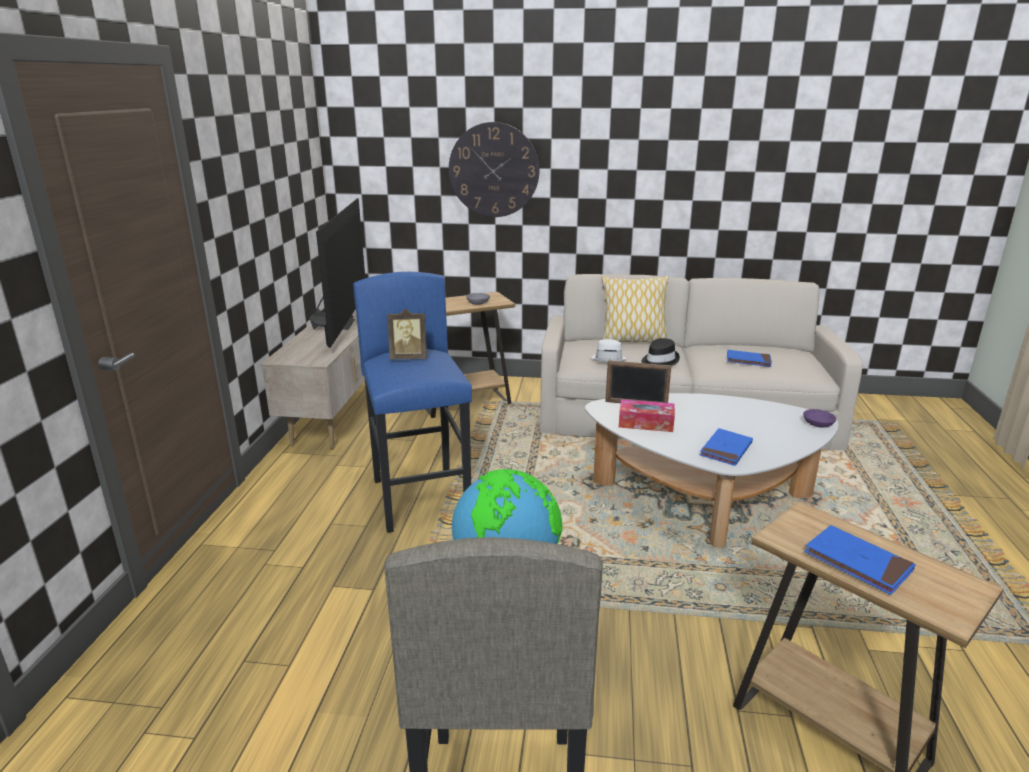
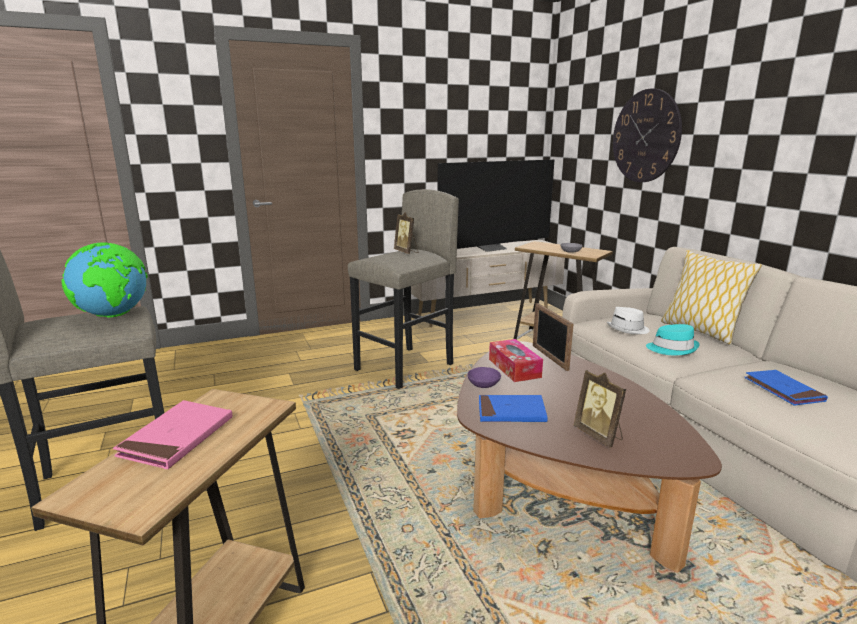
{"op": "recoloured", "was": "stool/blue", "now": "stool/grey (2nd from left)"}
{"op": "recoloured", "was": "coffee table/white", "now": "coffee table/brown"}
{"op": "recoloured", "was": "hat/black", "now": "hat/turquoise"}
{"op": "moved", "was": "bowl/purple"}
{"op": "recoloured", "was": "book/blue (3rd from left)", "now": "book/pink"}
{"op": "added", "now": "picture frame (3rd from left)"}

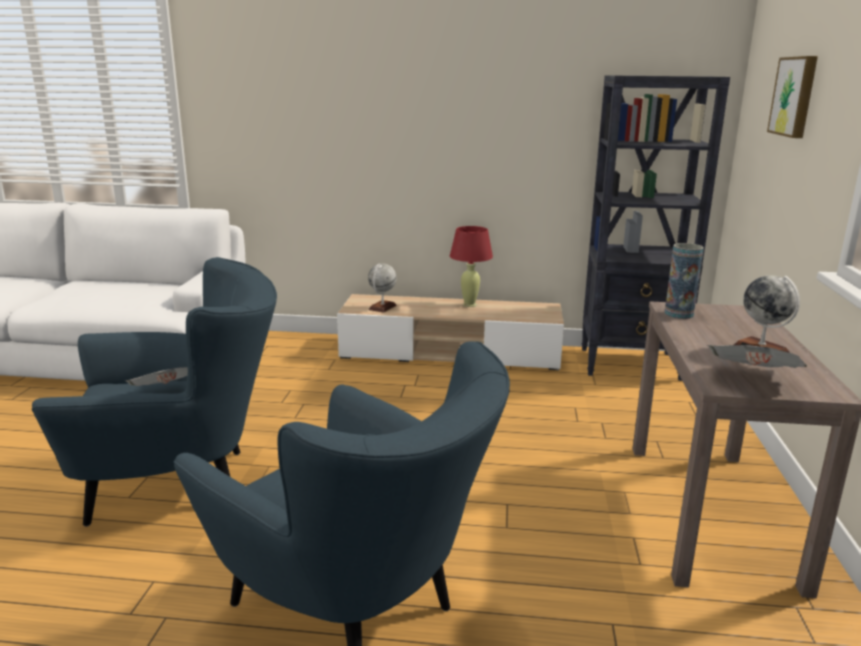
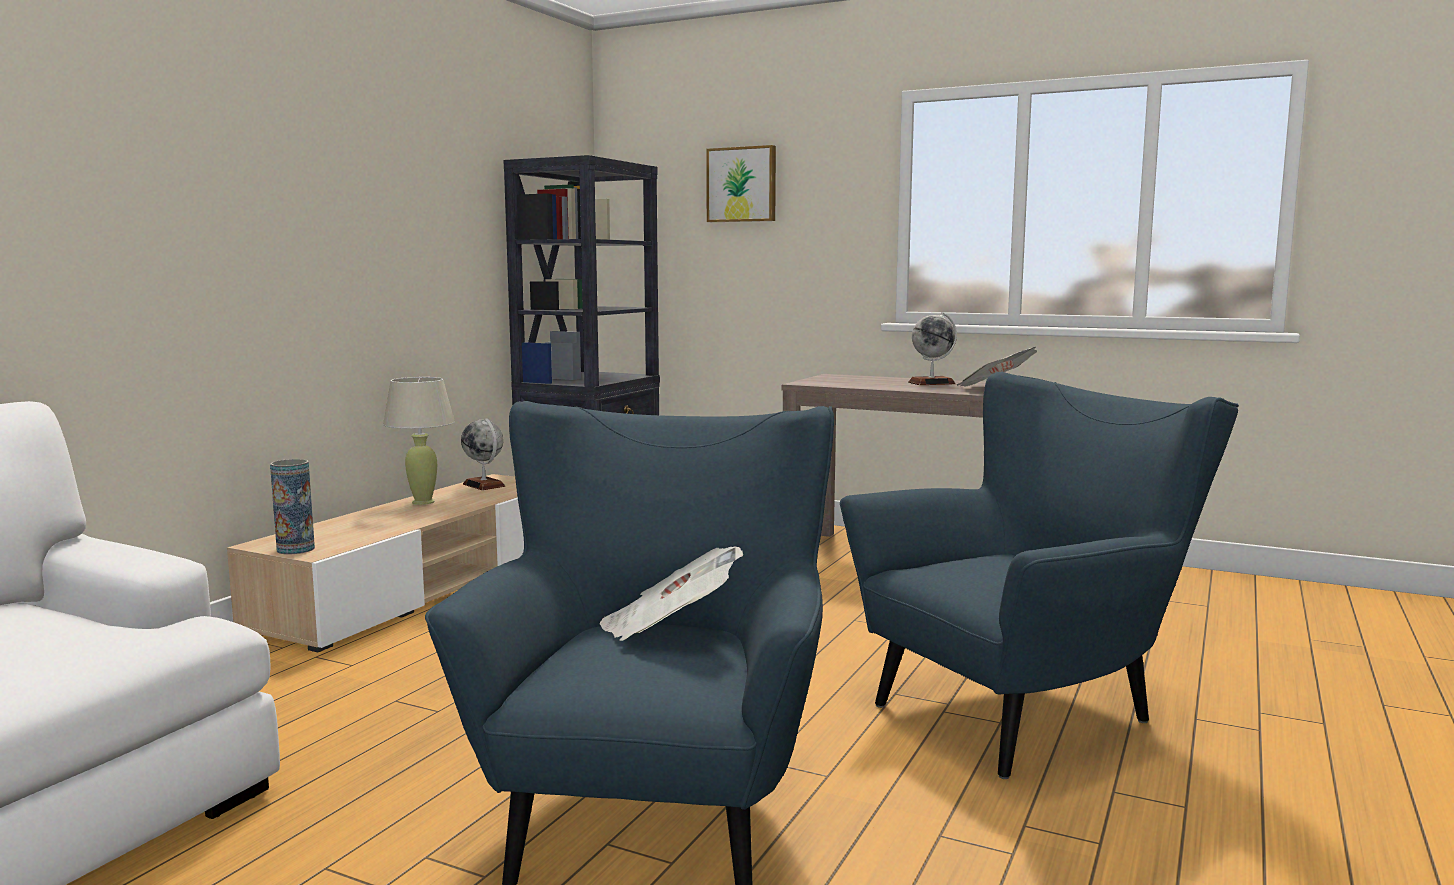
{"op": "moved", "was": "globe (1st from left)"}
{"op": "recoloured", "was": "table lamp/red", "now": "table lamp/beige"}
{"op": "moved", "was": "vase"}

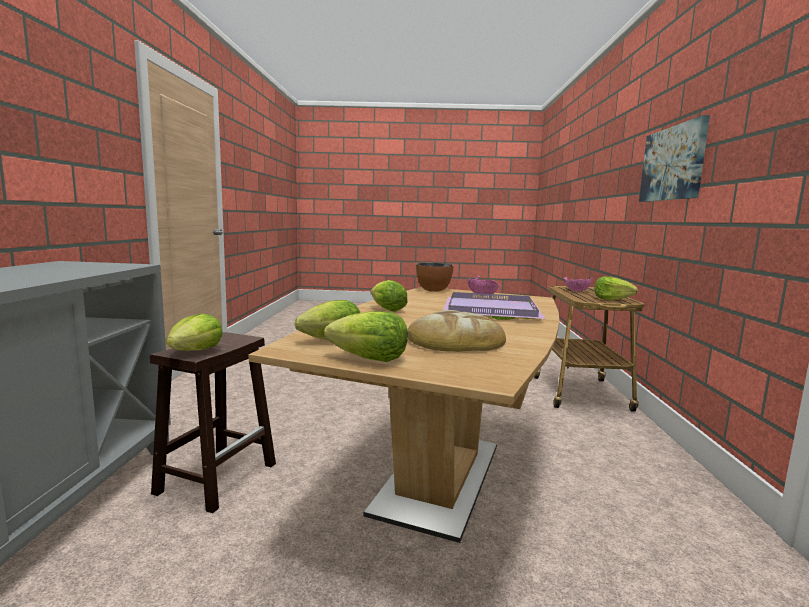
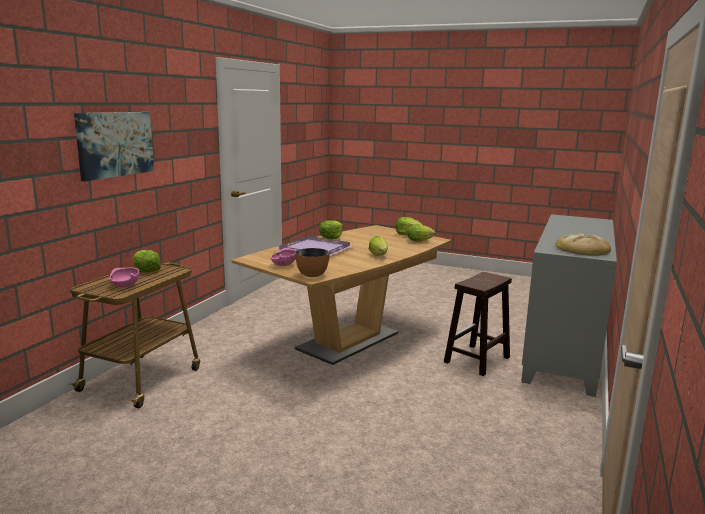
{"op": "moved", "was": "lettuce (1st from left in the first image)", "now": "lettuce (2nd from left)"}
{"op": "moved", "was": "bread"}

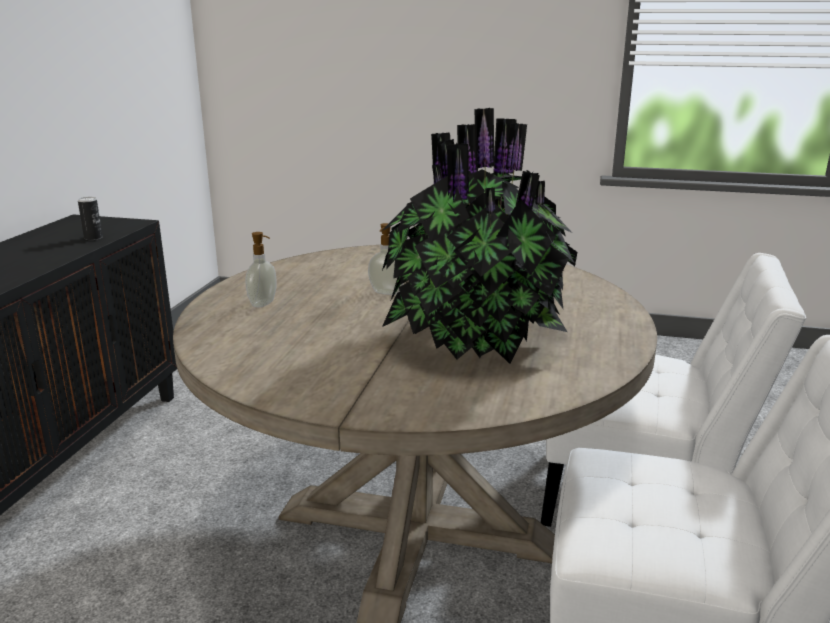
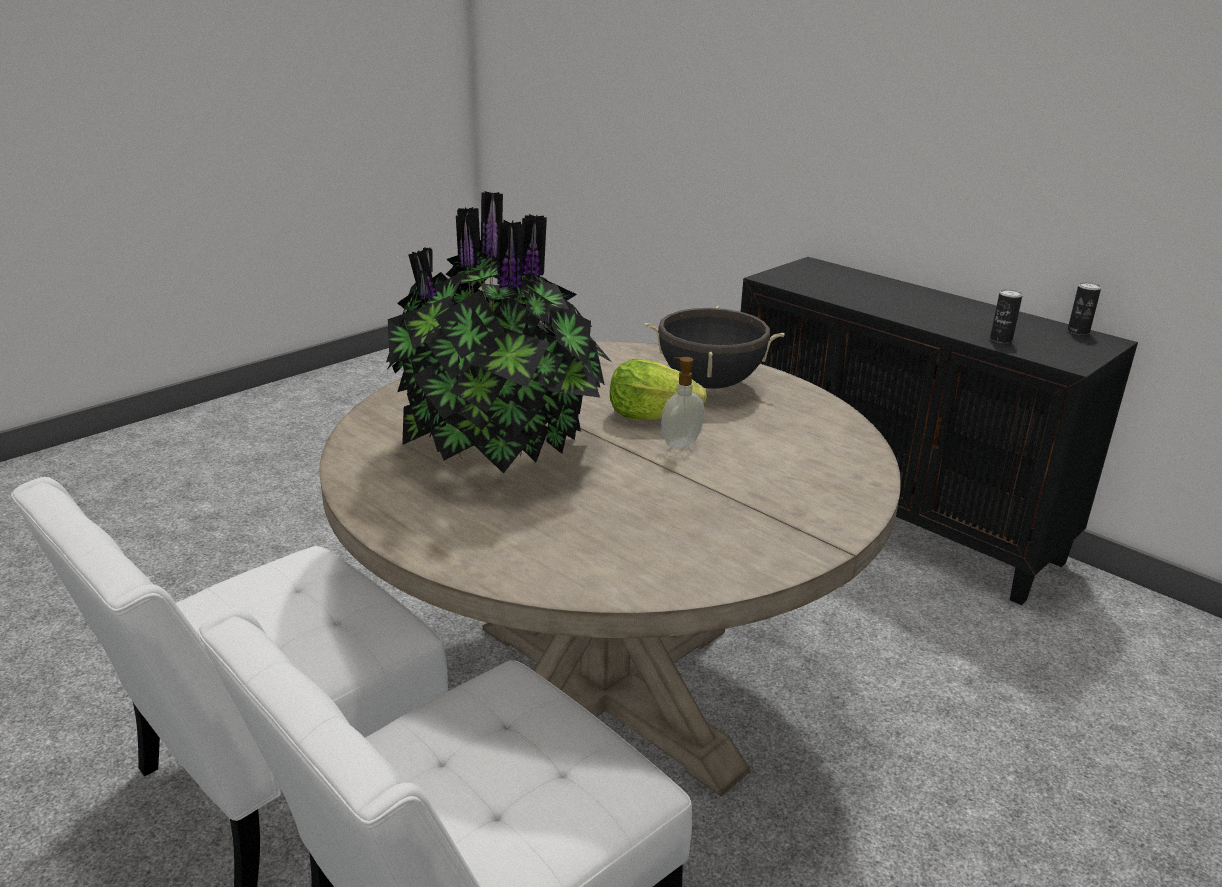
{"op": "replaced", "was": "soap dispenser (1st from left)", "now": "cooking pot/black"}
{"op": "added", "now": "lettuce"}
{"op": "added", "now": "can (2nd from left)"}

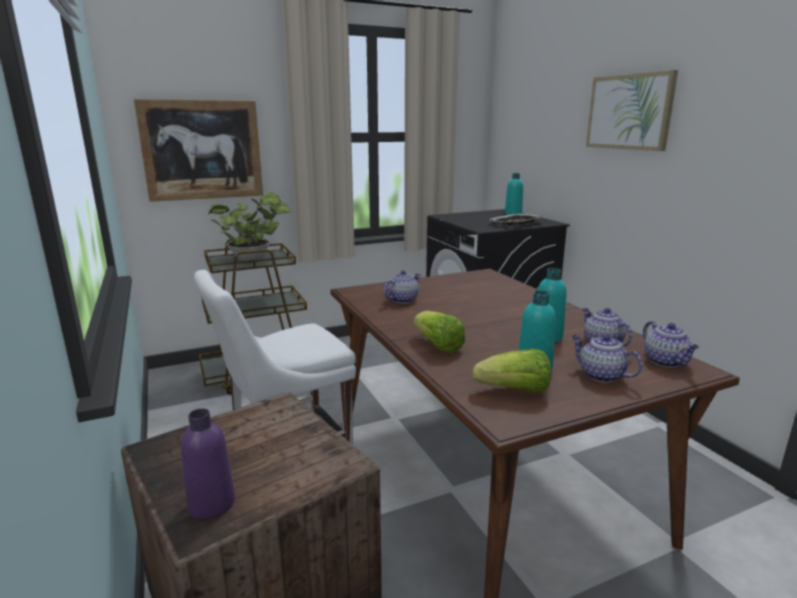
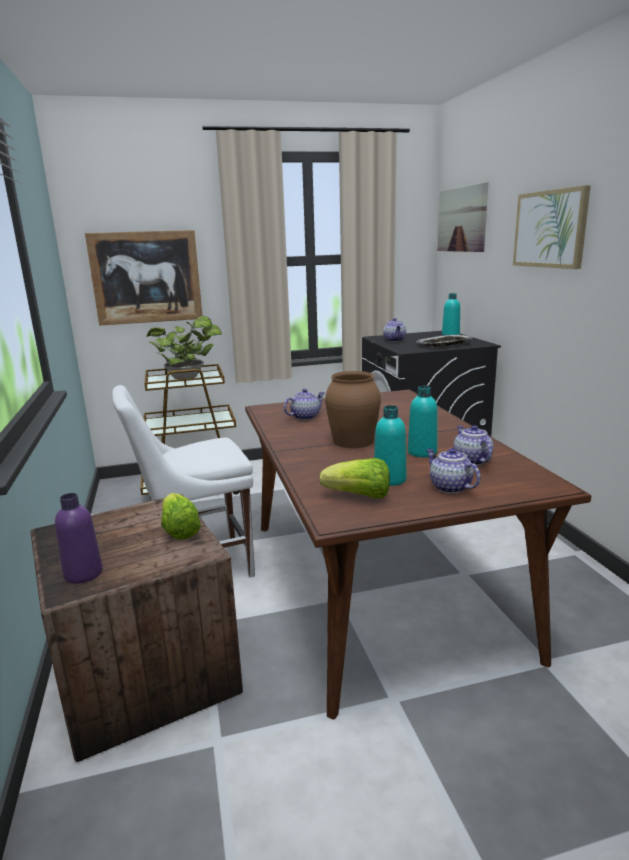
{"op": "moved", "was": "lettuce (1st from left)"}
{"op": "moved", "was": "teapot (4th from left in the first image)", "now": "teapot (2nd from left)"}
{"op": "added", "now": "vase/brown"}
{"op": "added", "now": "picture (2nd from left)"}

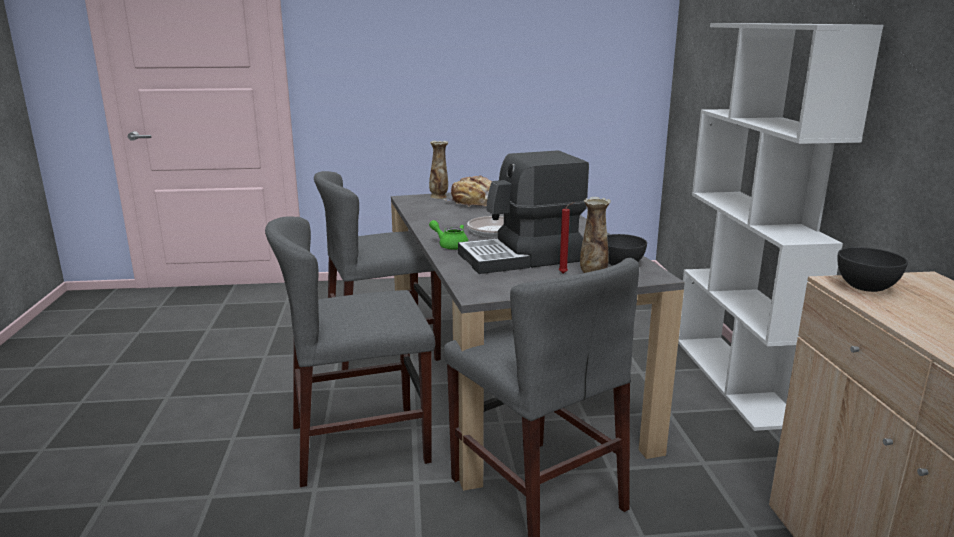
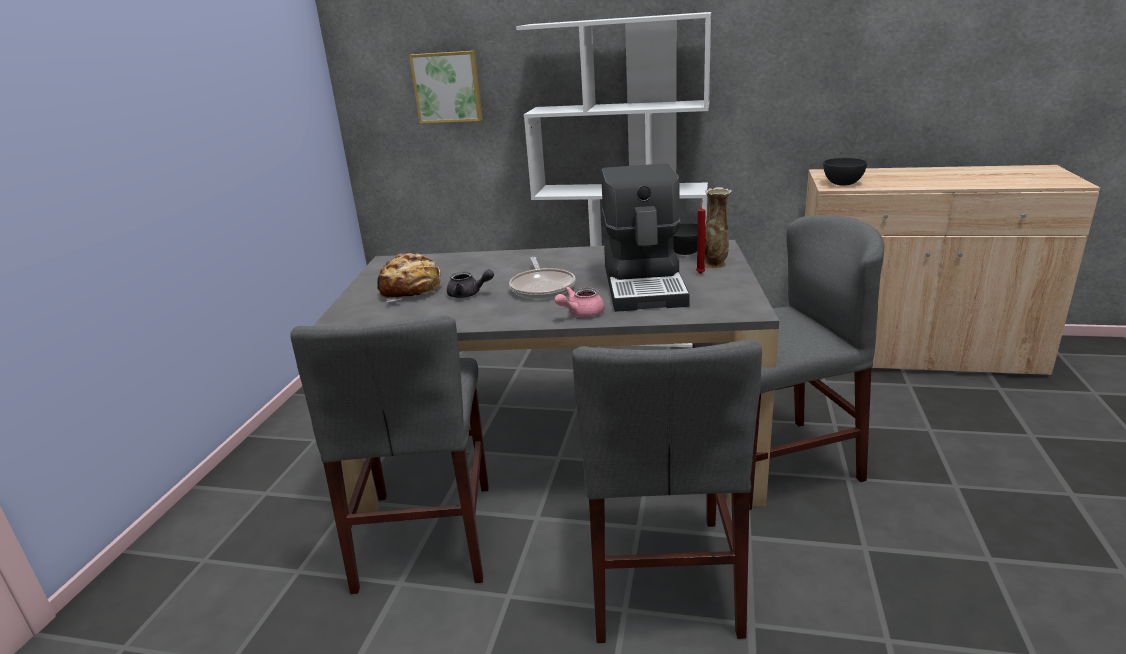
{"op": "removed", "was": "vase (1st from left)"}
{"op": "recoloured", "was": "teapot/green", "now": "teapot/pink"}
{"op": "added", "now": "picture"}
{"op": "added", "now": "teapot/grey"}

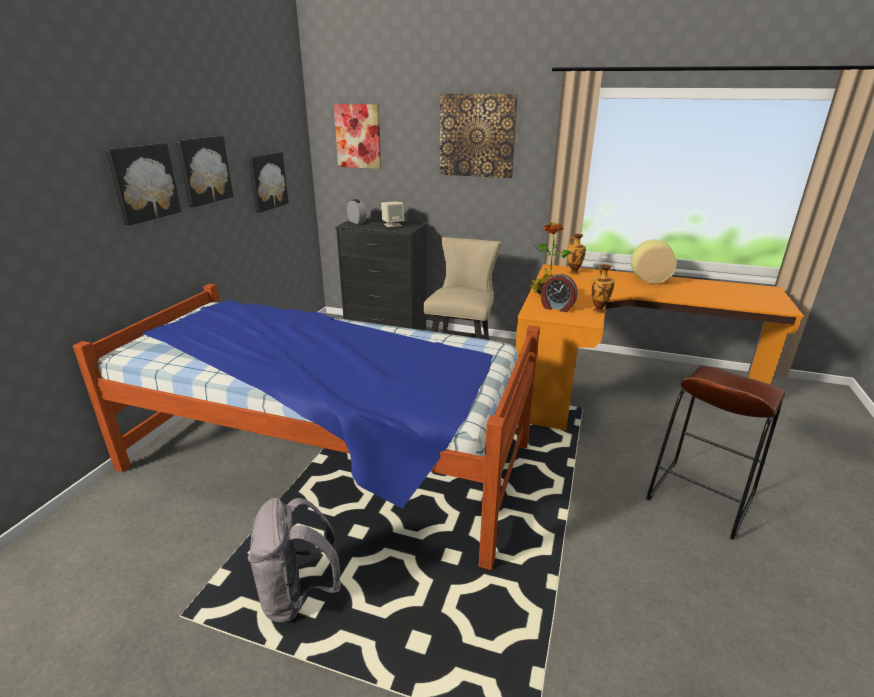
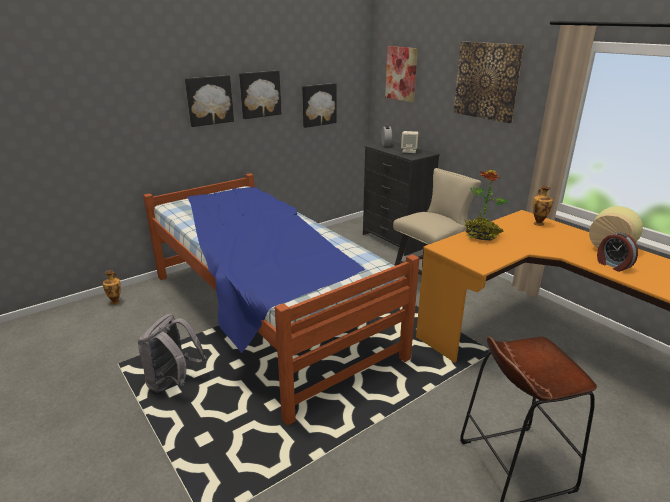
{"op": "moved", "was": "alarm clock (2nd from left)"}
{"op": "moved", "was": "vase (2nd from left in the first image)", "now": "vase (1st from left)"}

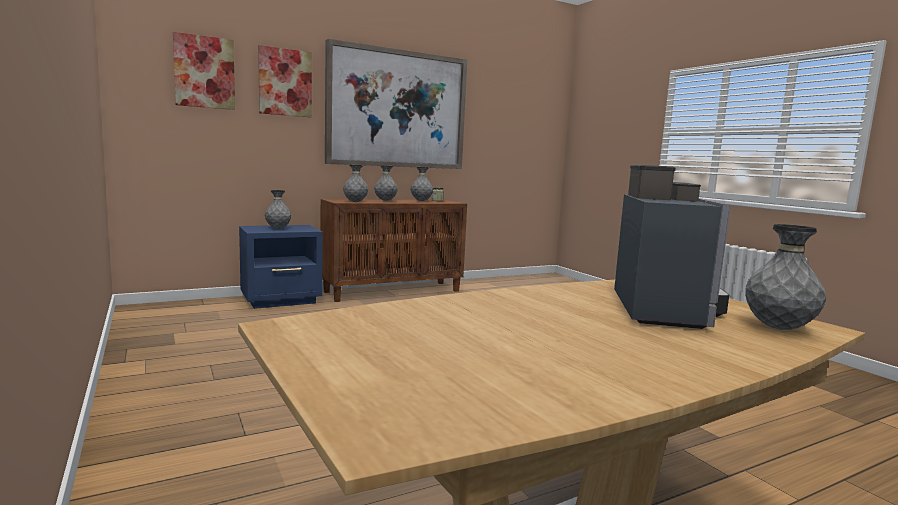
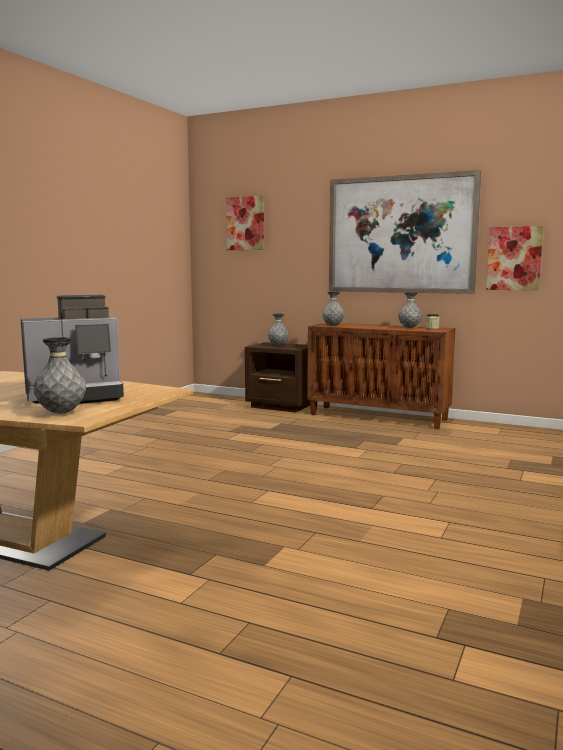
{"op": "recoloured", "was": "nightstand/blue", "now": "nightstand/brown"}
{"op": "moved", "was": "picture (2nd from left in the first image)", "now": "picture (3rd from left)"}
{"op": "removed", "was": "vase/grey (3rd from left)"}

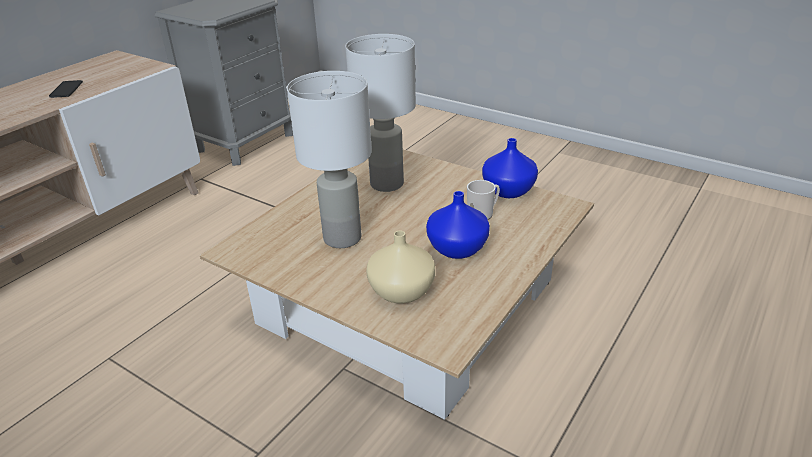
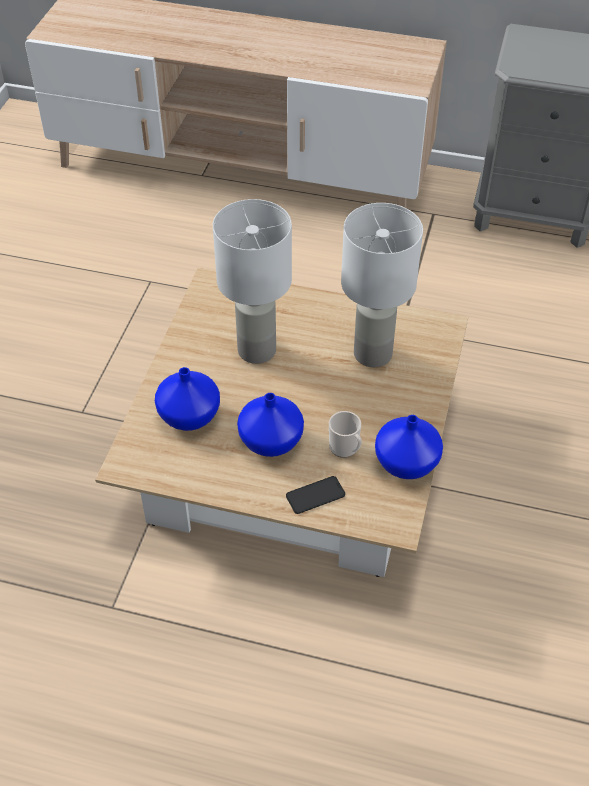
{"op": "moved", "was": "phone"}
{"op": "recoloured", "was": "vase/beige", "now": "vase/blue (1st from left)"}

